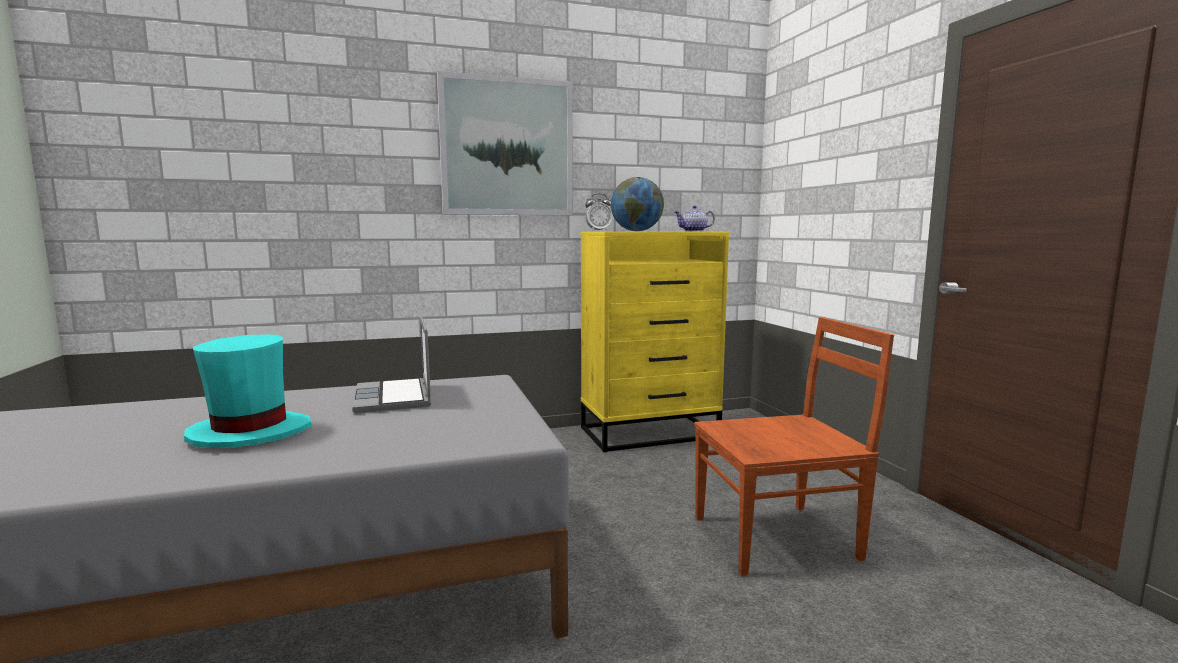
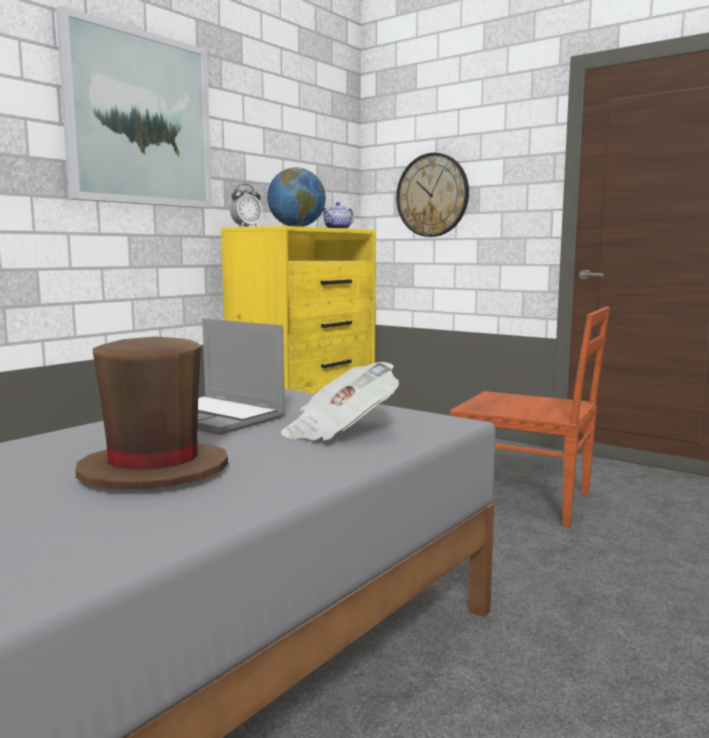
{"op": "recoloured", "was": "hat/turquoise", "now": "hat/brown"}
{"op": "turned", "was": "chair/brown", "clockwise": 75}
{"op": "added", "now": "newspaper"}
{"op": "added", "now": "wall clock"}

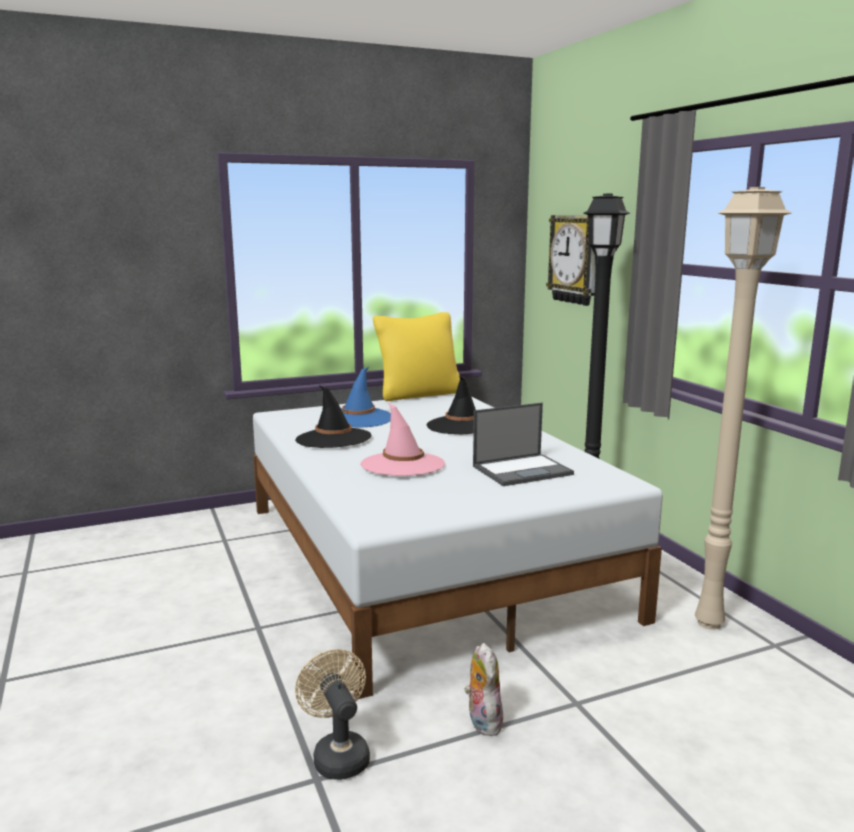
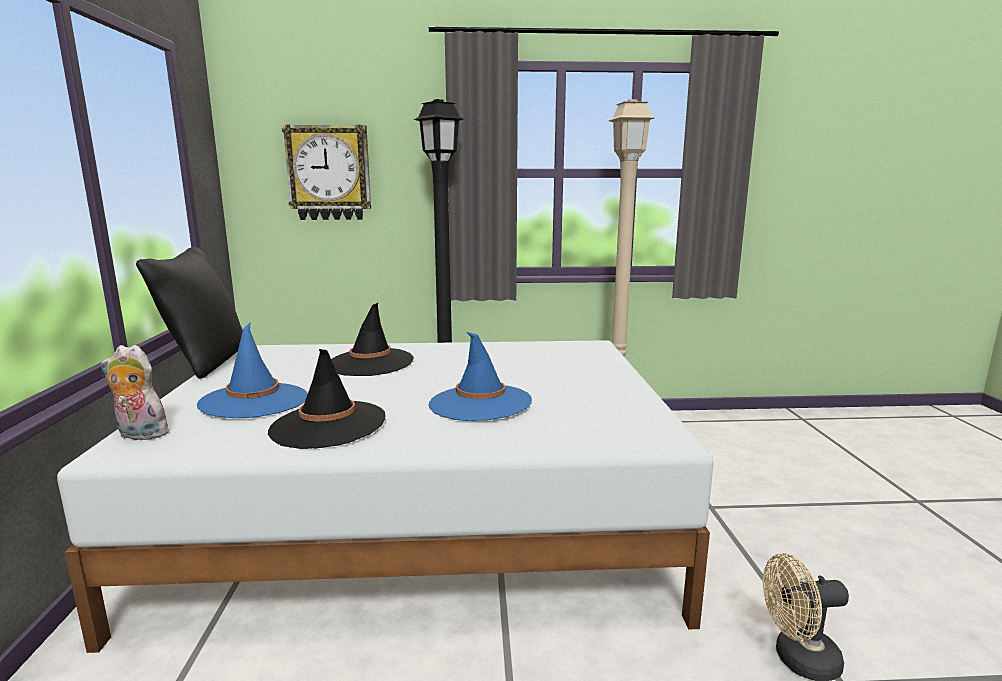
{"op": "recoloured", "was": "hat/pink", "now": "hat/blue (2nd from left)"}
{"op": "recoloured", "was": "pillow/yellow", "now": "pillow/black"}
{"op": "moved", "was": "plush toy"}
{"op": "removed", "was": "laptop"}

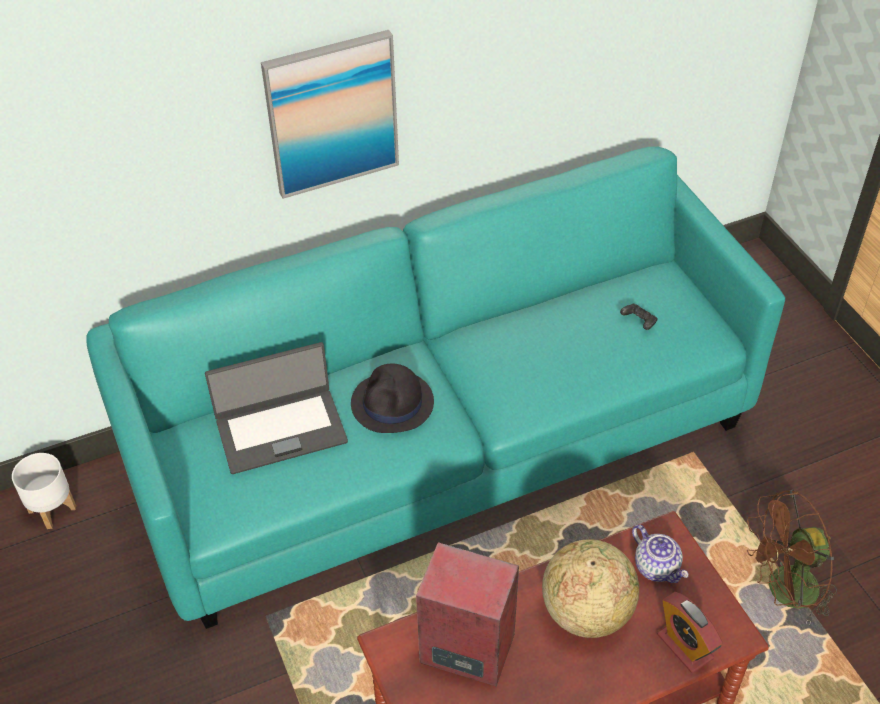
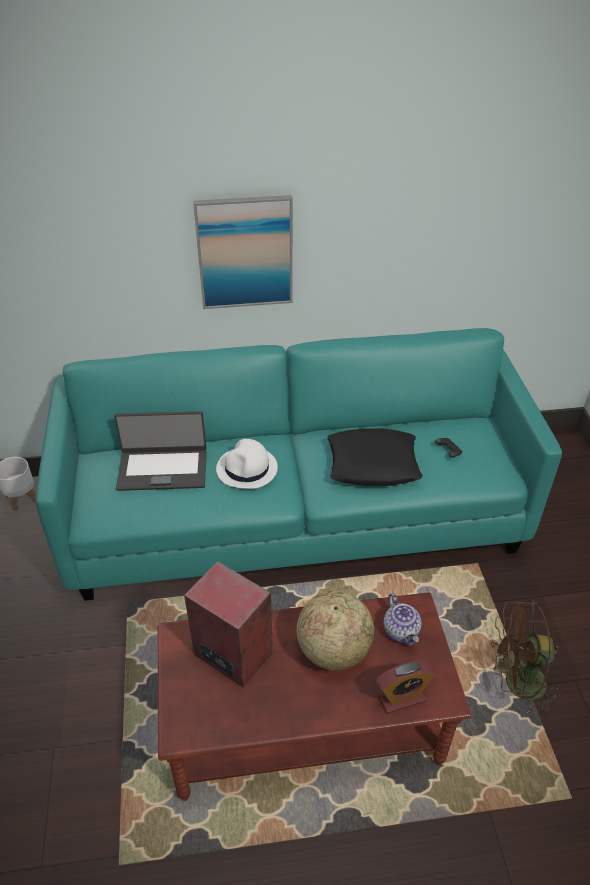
{"op": "recoloured", "was": "hat/black", "now": "hat/white"}
{"op": "turned", "was": "alarm clock", "clockwise": -90}
{"op": "added", "now": "pillow/black"}

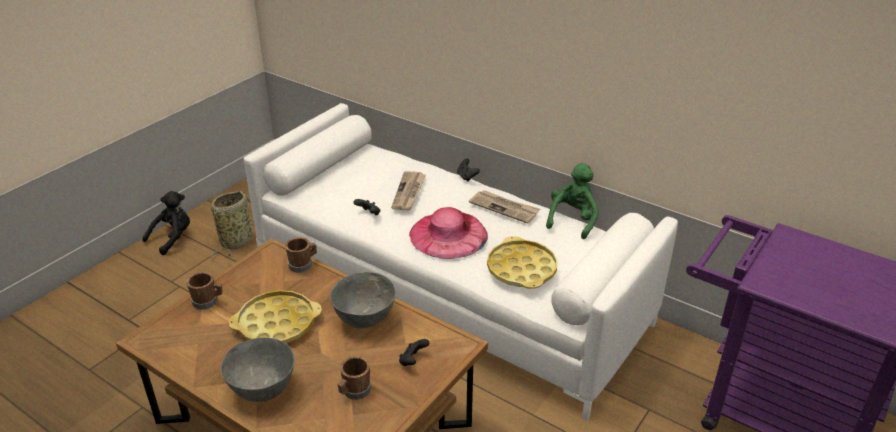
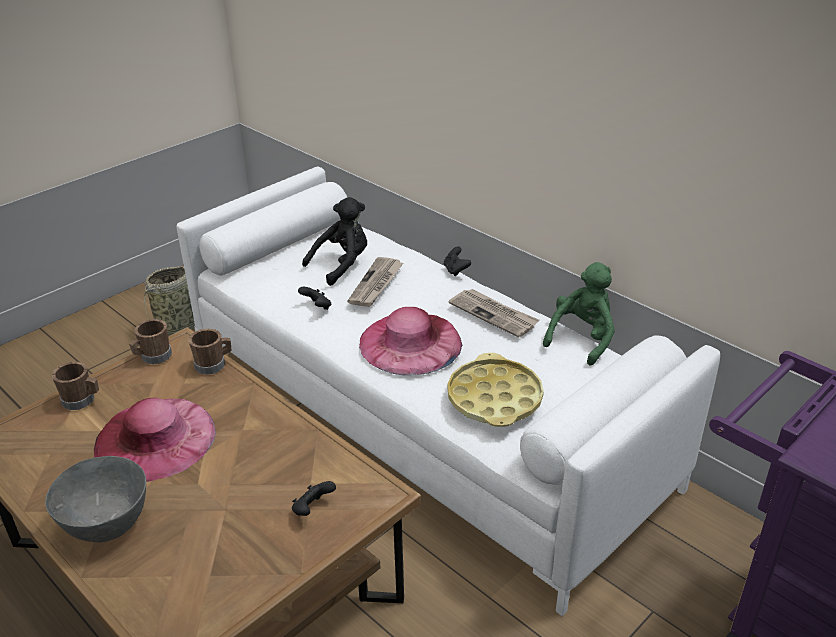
{"op": "moved", "was": "plush toy/black"}
{"op": "replaced", "was": "tray/yellow (1st from left)", "now": "hat/pink (1st from left)"}
{"op": "removed", "was": "bowl/grey (2nd from left)"}
{"op": "moved", "was": "mug/brown (3rd from left in the first image)", "now": "mug/brown (2nd from left)"}

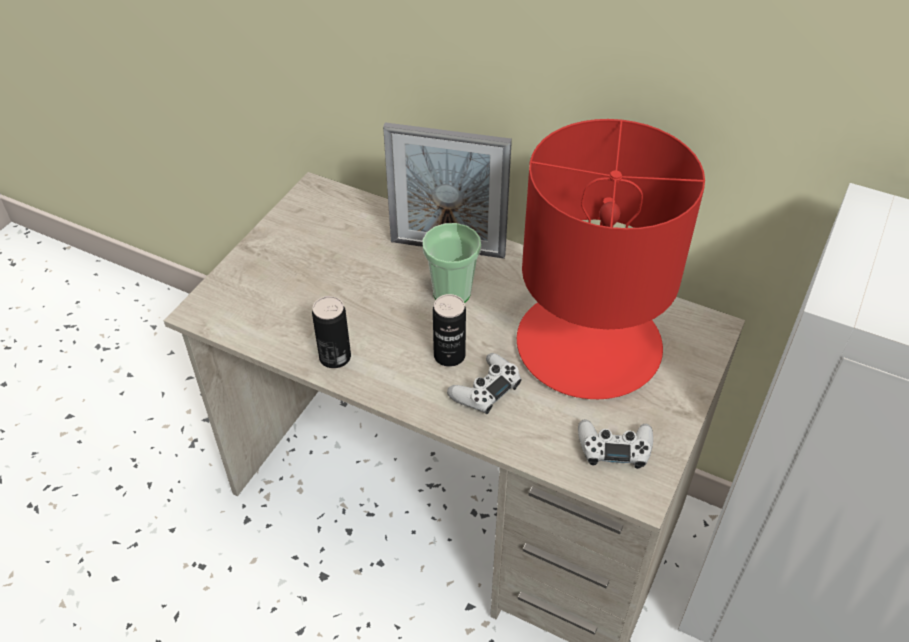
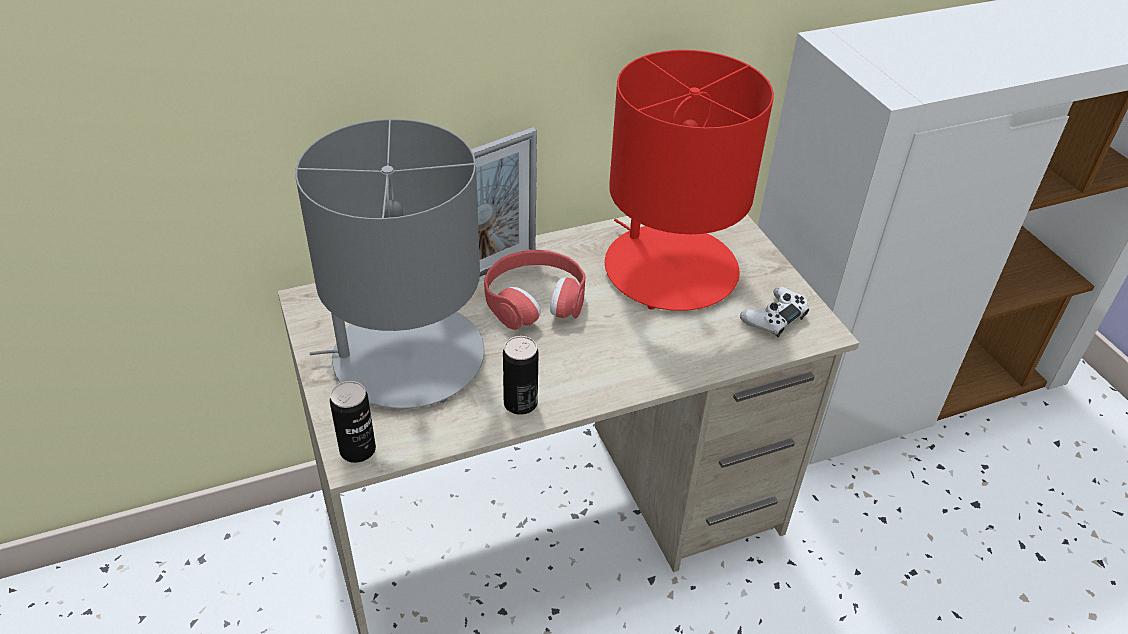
{"op": "replaced", "was": "cup", "now": "headphones/red"}
{"op": "moved", "was": "can (2nd from left in the first image)", "now": "can (1st from left)"}
{"op": "removed", "was": "game controller/white (1st from left)"}
{"op": "added", "now": "table lamp/grey"}

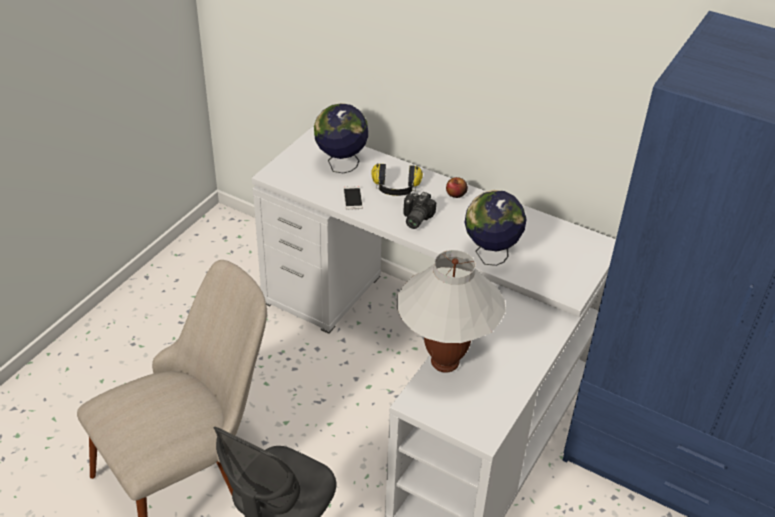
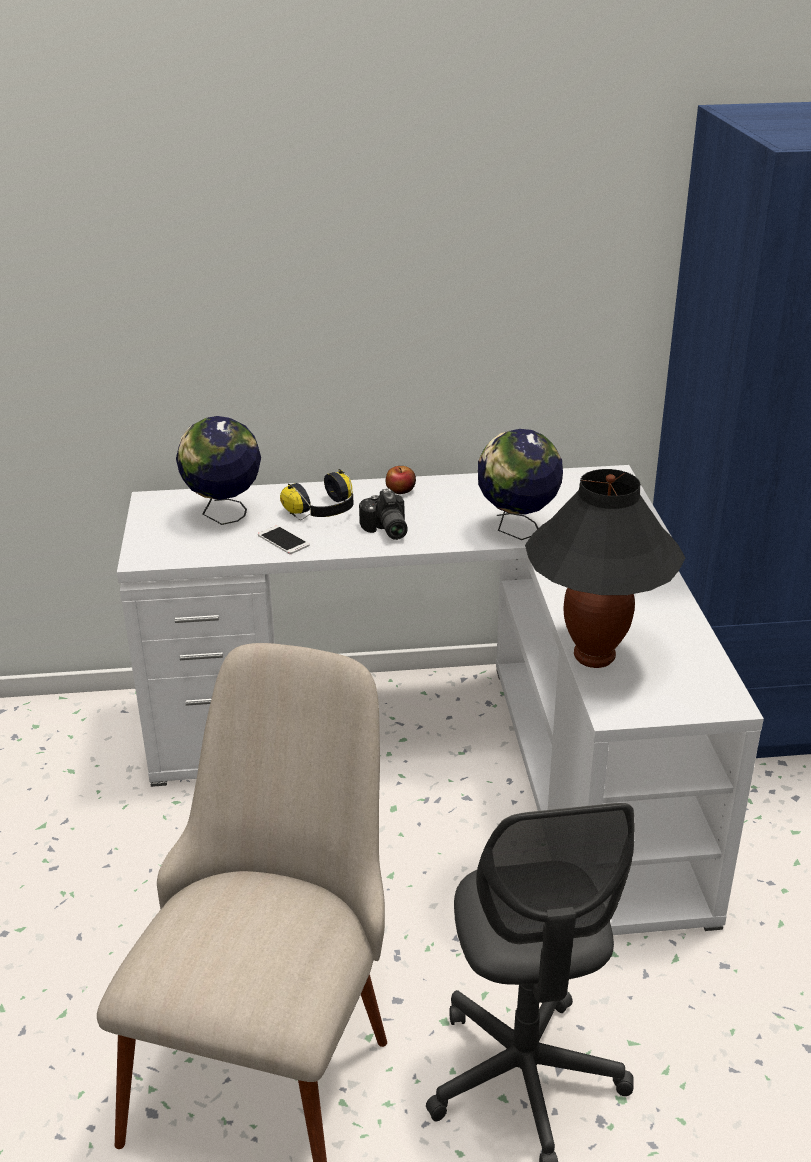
{"op": "recoloured", "was": "table lamp/white", "now": "table lamp/black"}

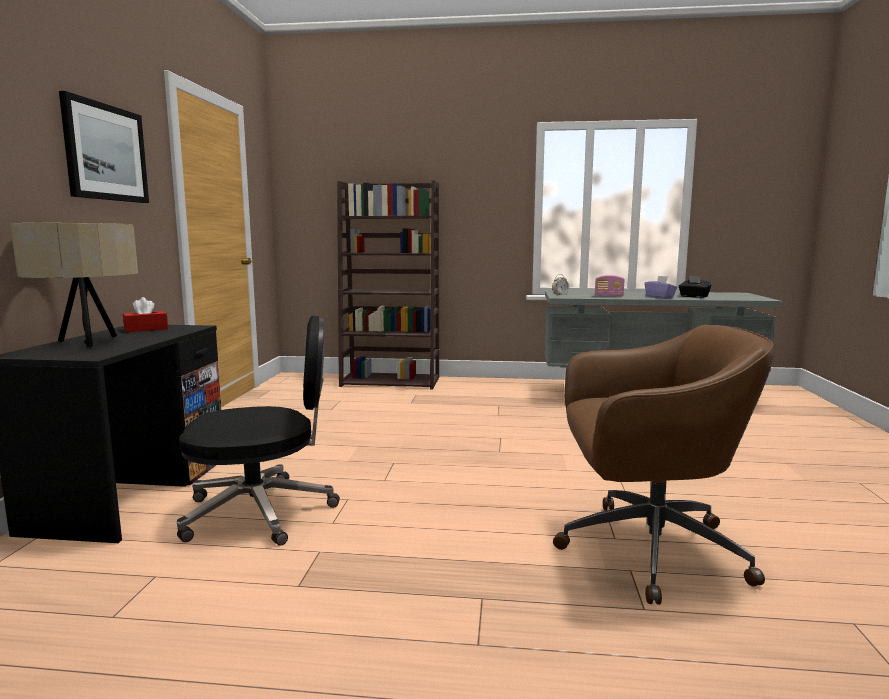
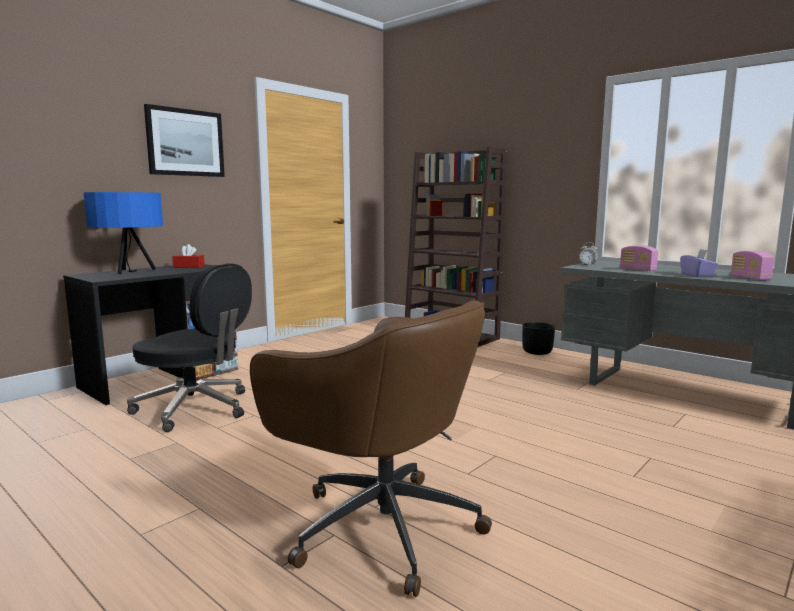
{"op": "recoloured", "was": "table lamp/beige", "now": "table lamp/blue"}
{"op": "replaced", "was": "tissue box/black", "now": "radio (2nd from left)"}
{"op": "added", "now": "planter/black"}

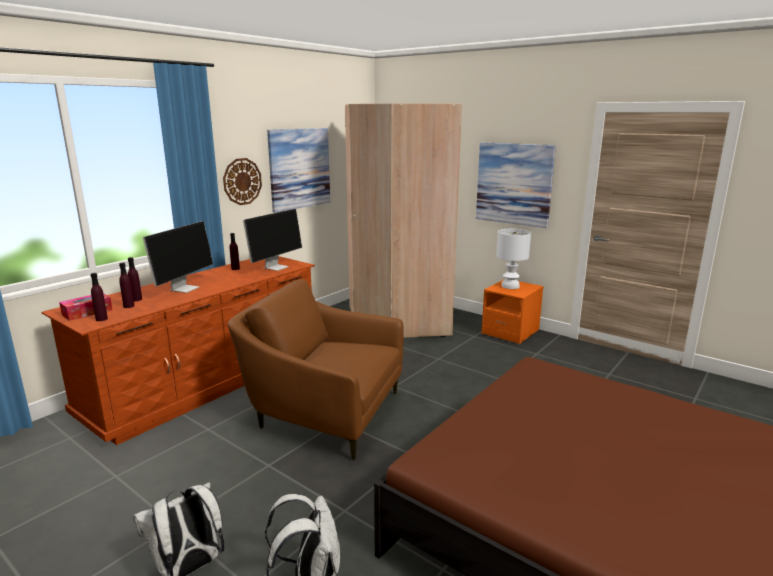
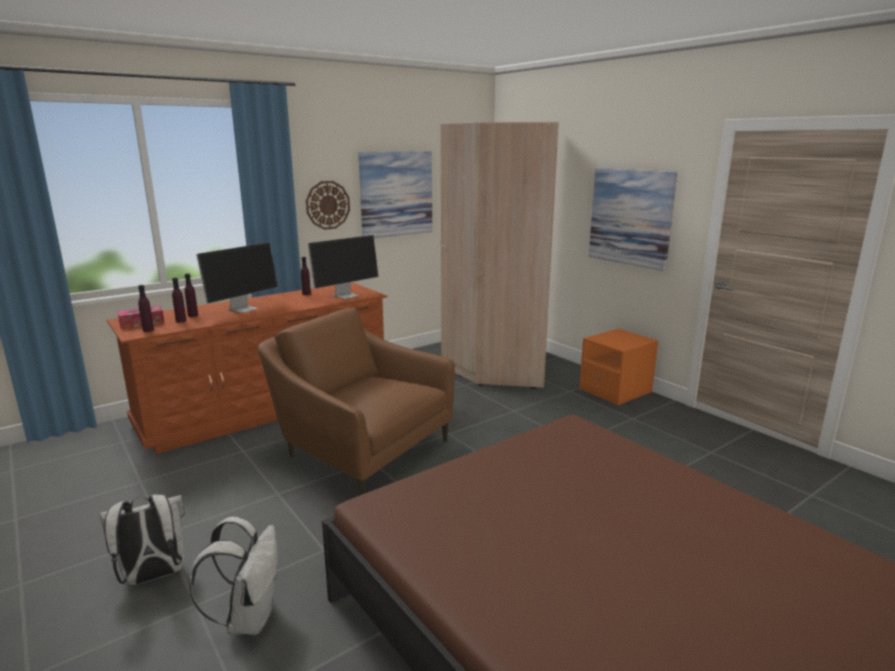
{"op": "removed", "was": "table lamp/white"}

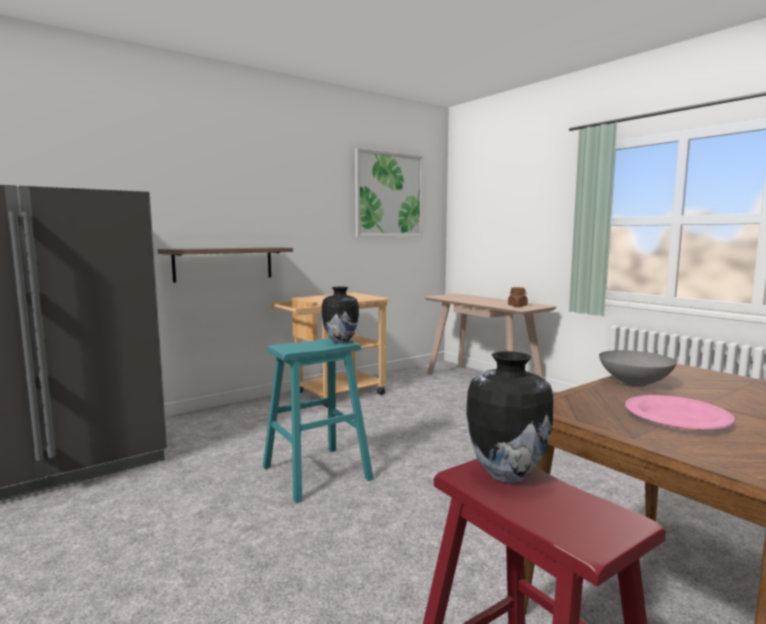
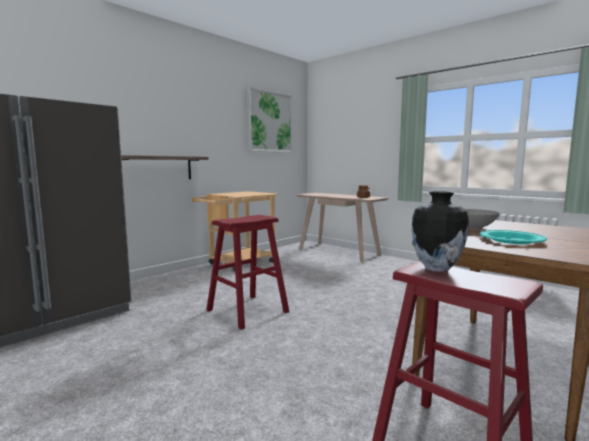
{"op": "recoloured", "was": "stool/turquoise", "now": "stool/red (1st from left)"}
{"op": "removed", "was": "vase (1st from left)"}
{"op": "recoloured", "was": "plate/pink", "now": "plate/turquoise"}

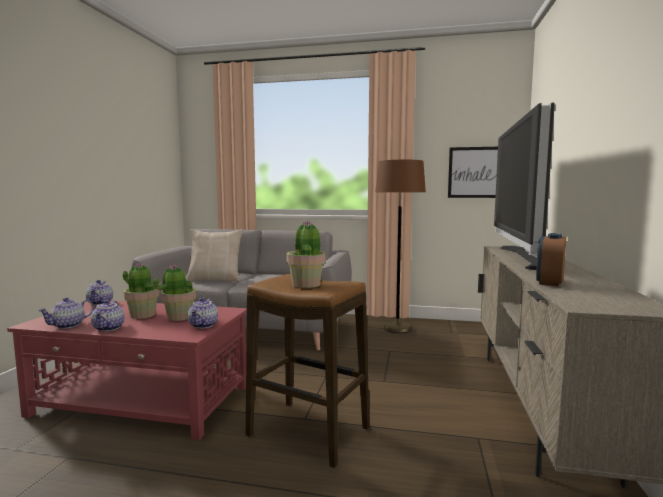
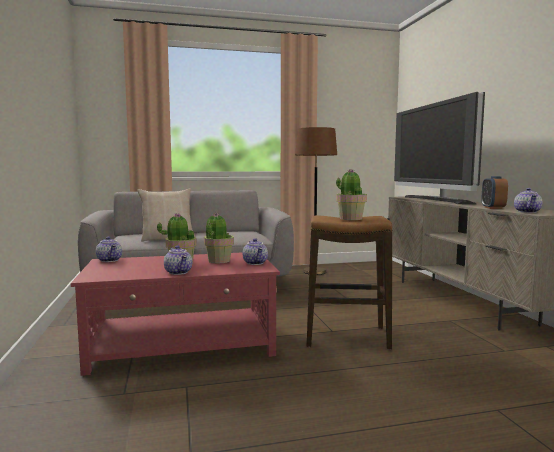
{"op": "moved", "was": "teapot (1st from left in the first image)", "now": "teapot (4th from left)"}
{"op": "removed", "was": "picture"}

